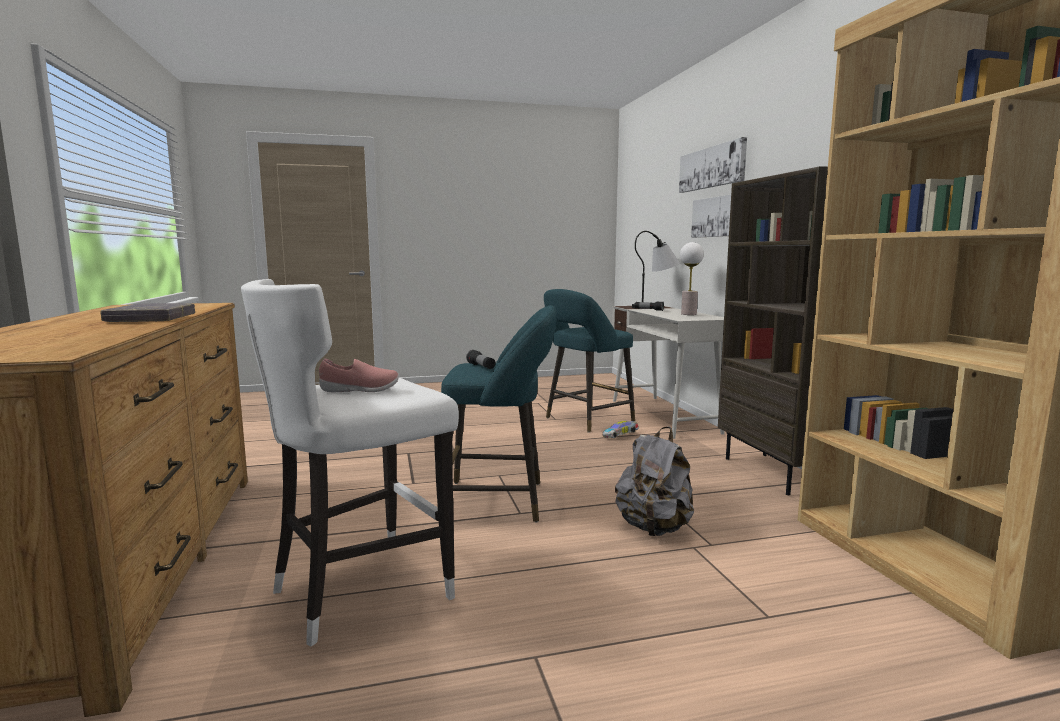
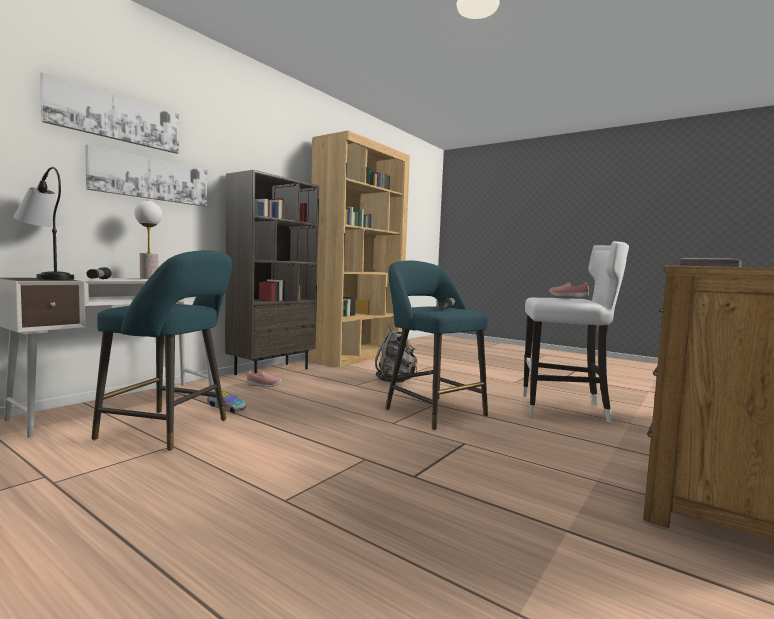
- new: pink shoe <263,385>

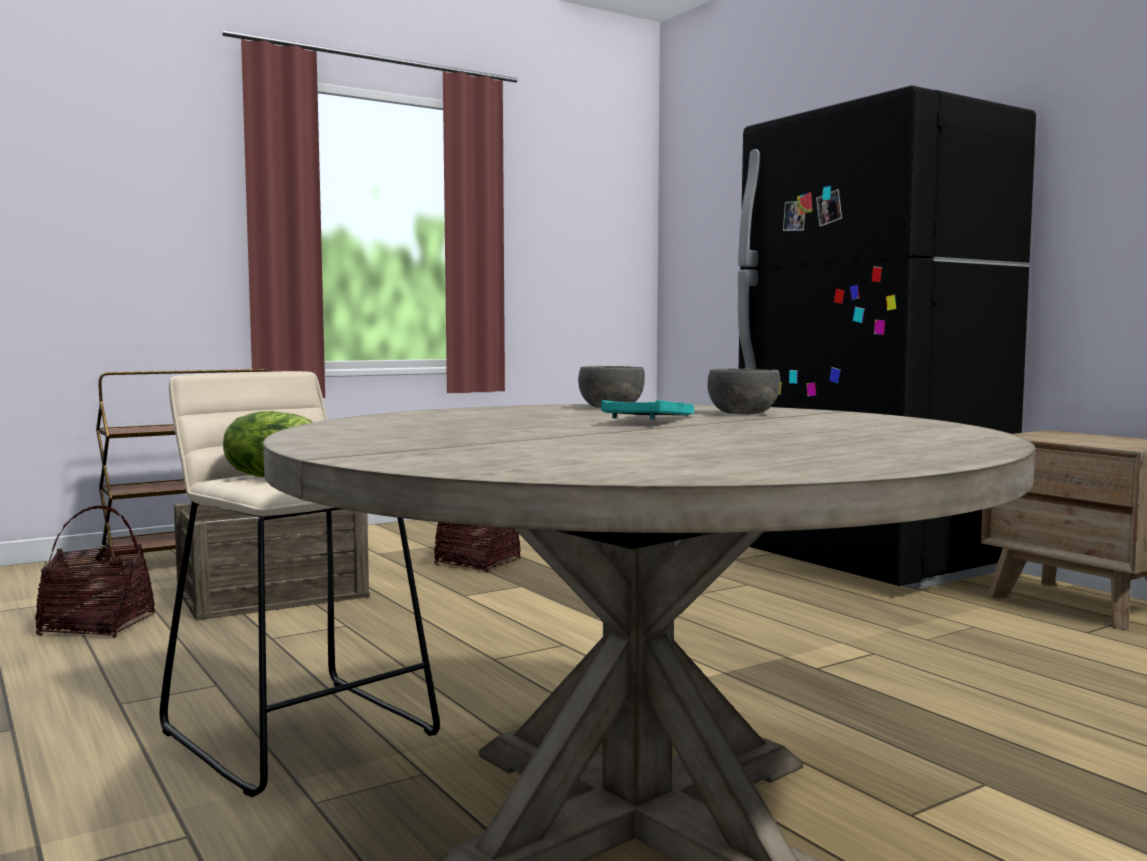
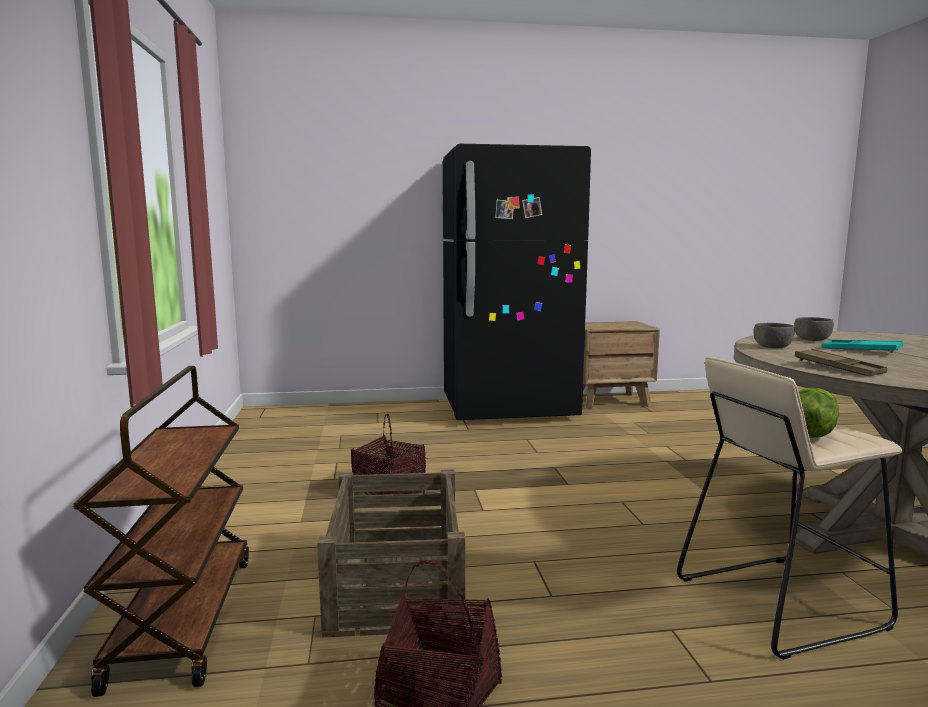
- new: brown tray <838,368>

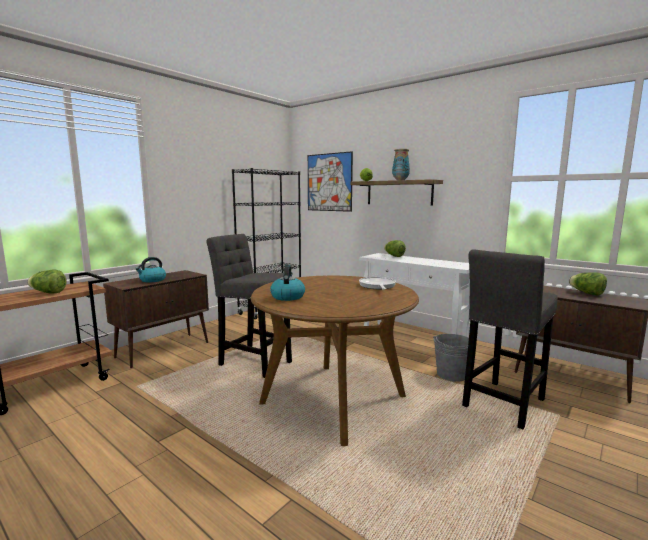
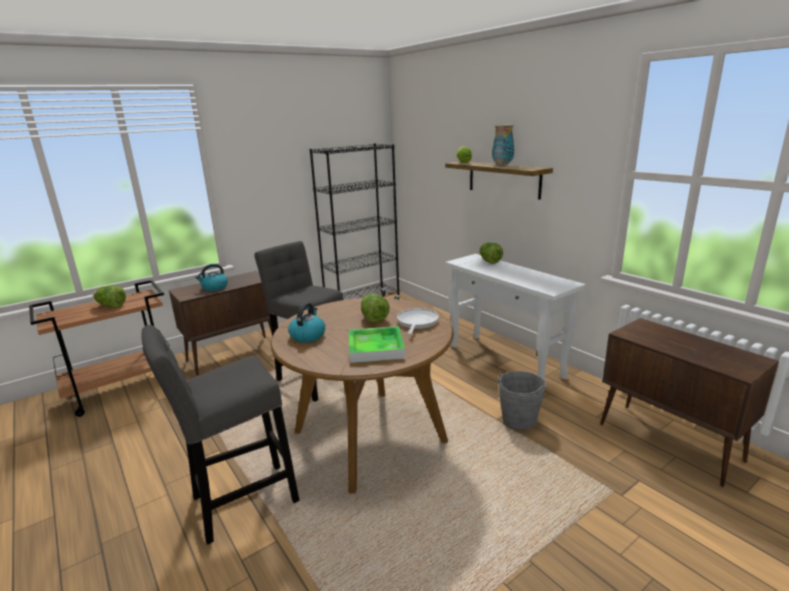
- shifted: grey stool <502,405> to <239,503>
- new: tray <376,348>
- shifted: lettuce <586,293> to <373,318>
- gone: picture <329,182>

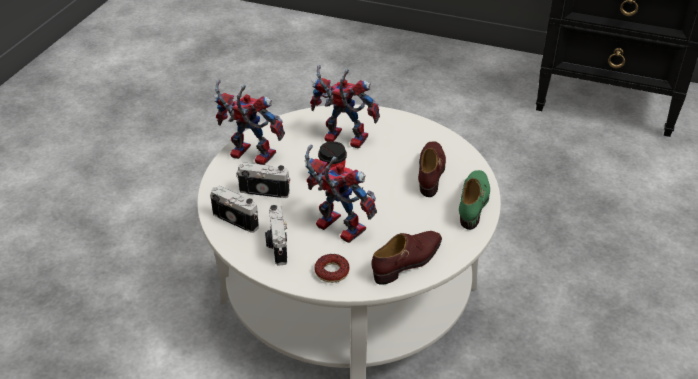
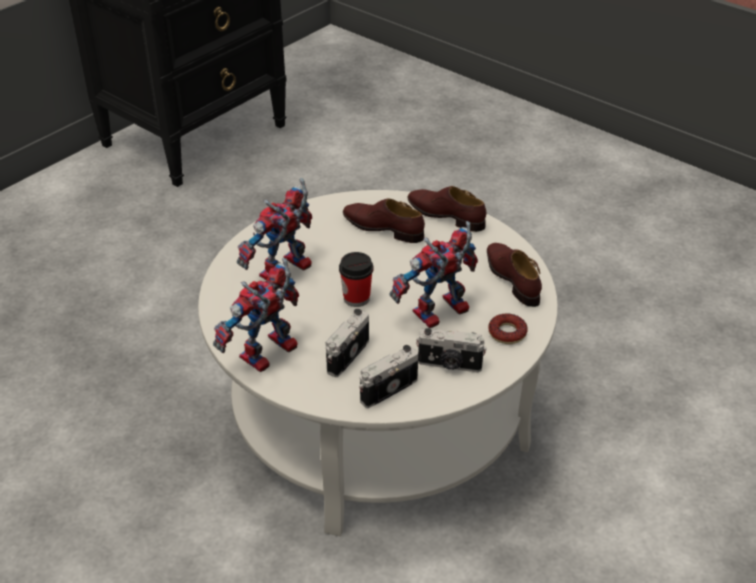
- repainted: green shoe <473,203> to brown shoe <446,215>

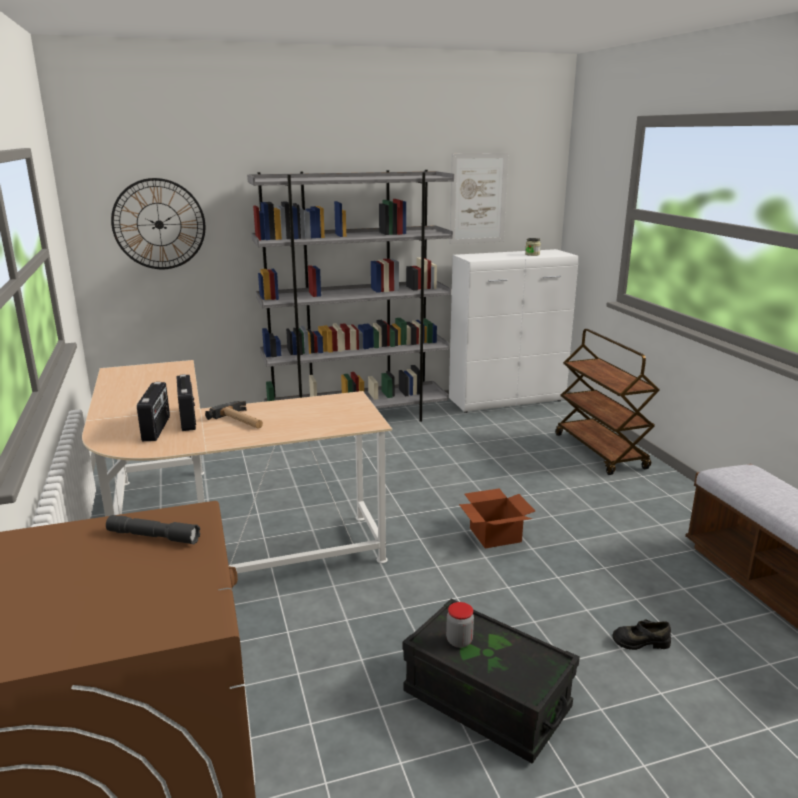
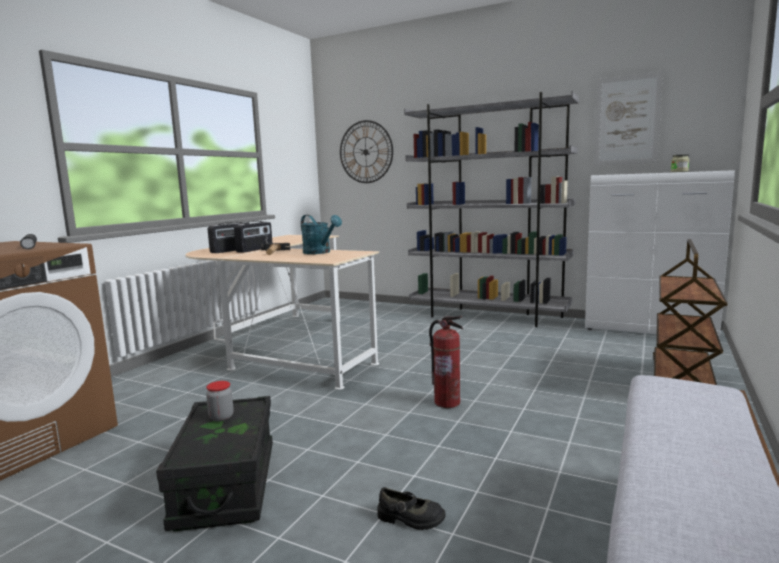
- new: turquoise watering can <320,252>
- rotated: black shoe <640,641> = <410,519> 150 degrees clockwise
- swapped: cardboard box <495,534> to fire extinguisher <447,402>

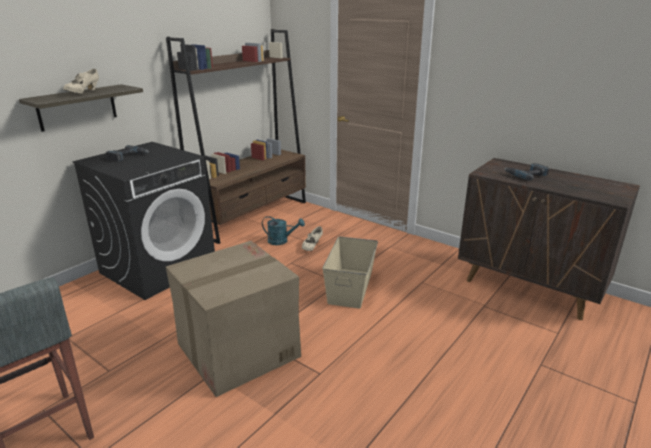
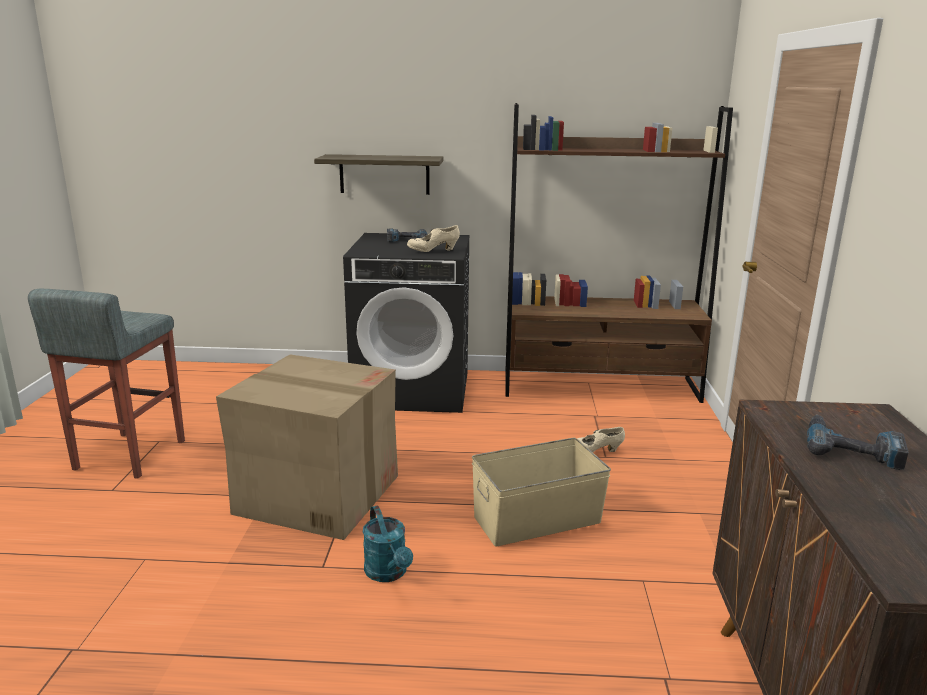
- shifted: turquoise watering can <281,241> to <388,573>
- shifted: beige shoe <83,92> to <433,251>

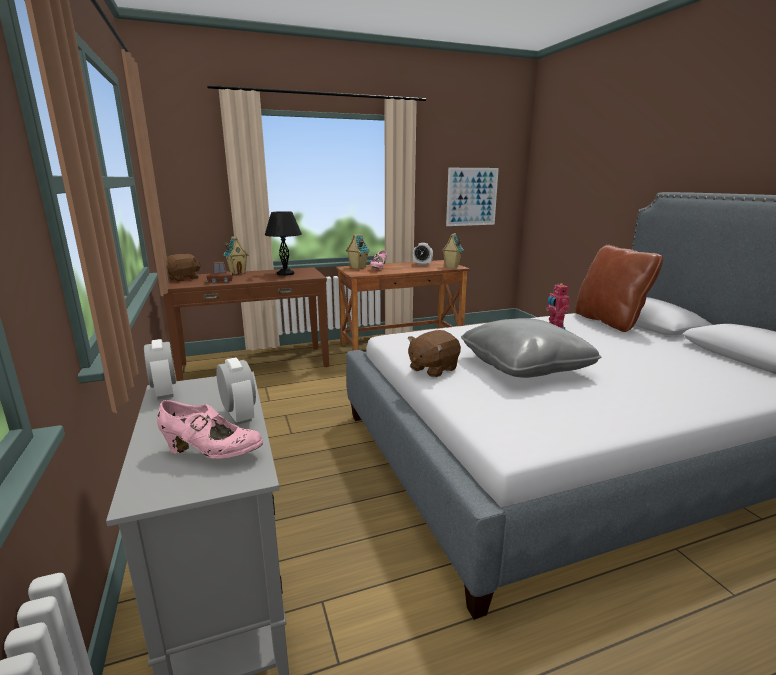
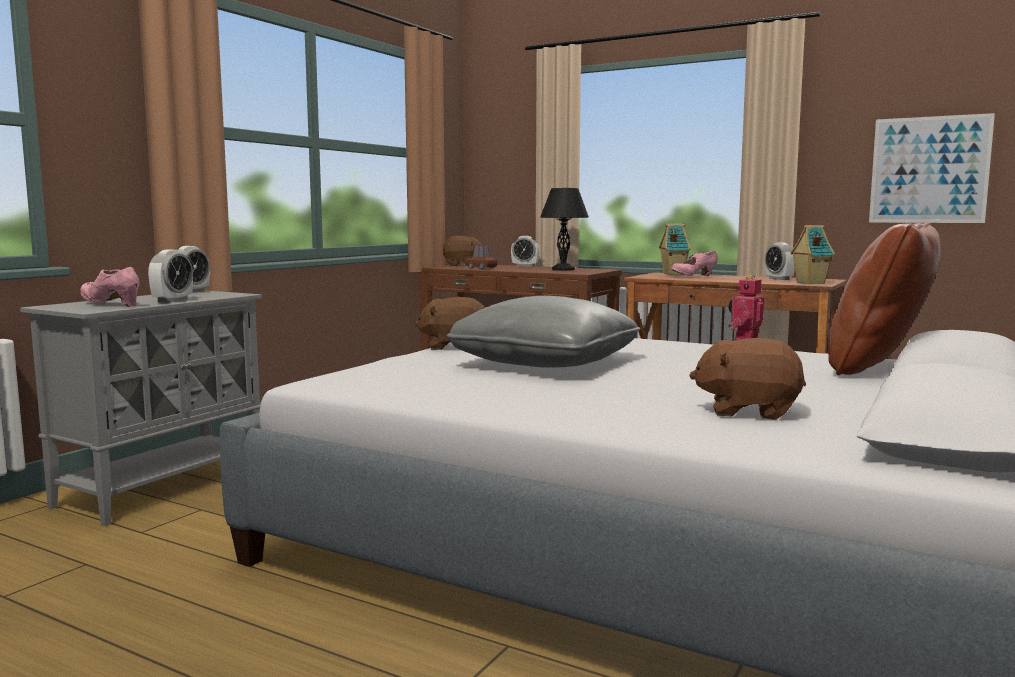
- rotated: pink shoe <212,453> = <111,305> 150 degrees clockwise
- swapped: toy house <238,272> to alarm clock <525,266>
- new: brown plush toy <748,411>

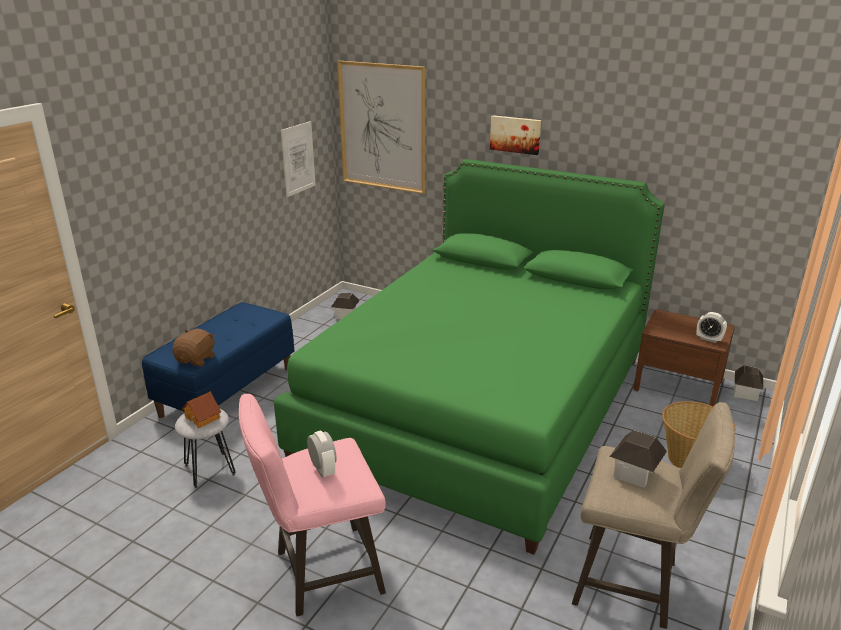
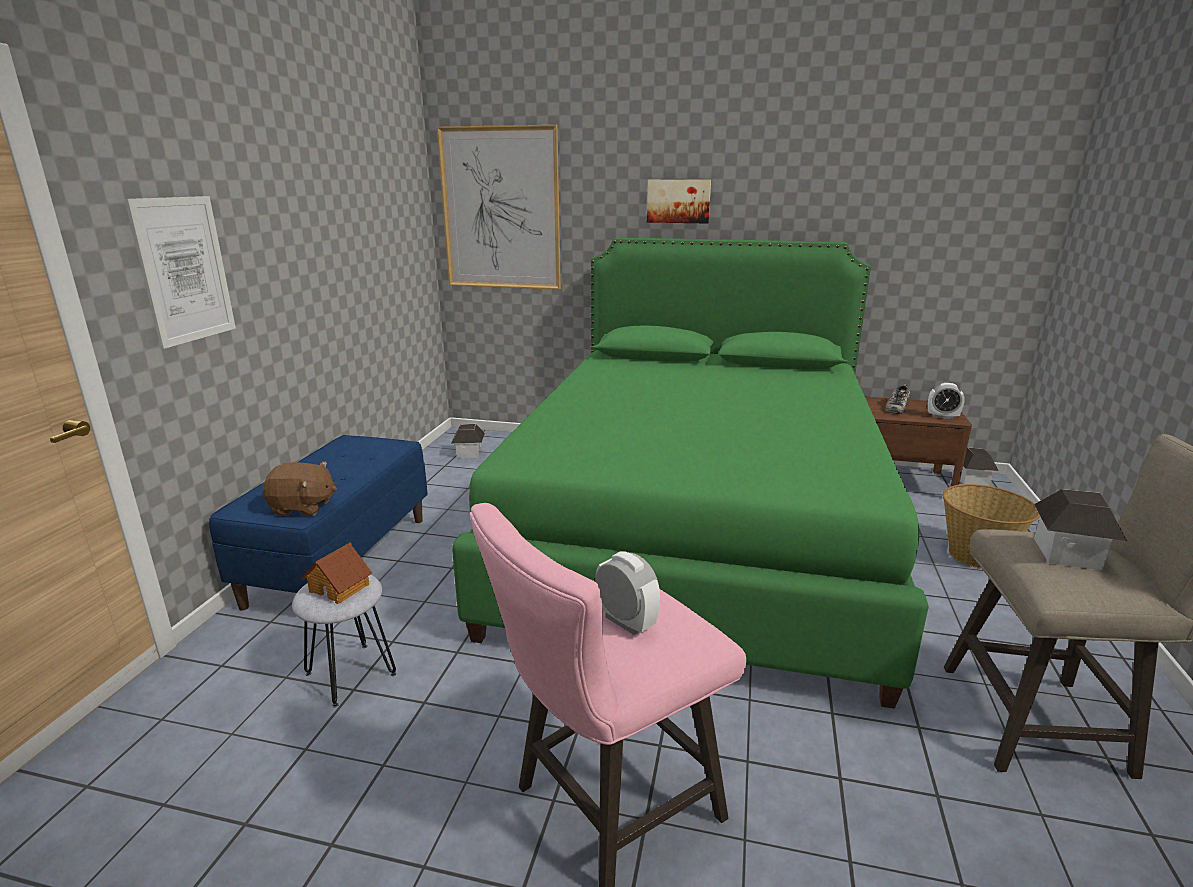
- shifted: picture <298,158> to <184,270>
- rotated: brown plush toy <196,359> = <303,507> 90 degrees clockwise
- new: shoe <896,407>

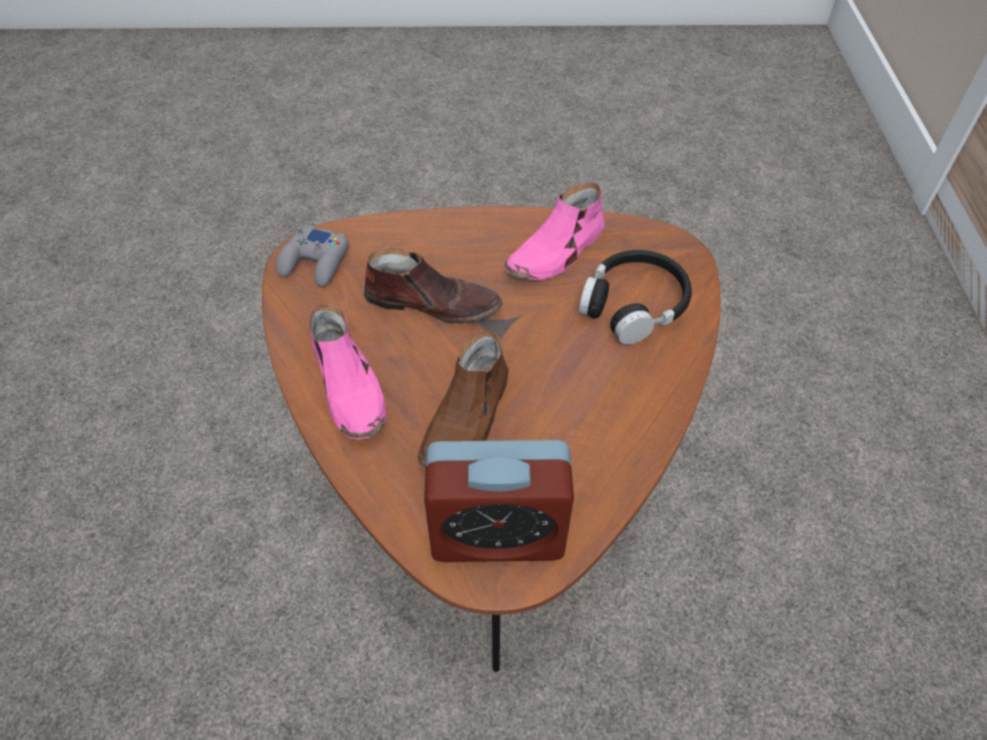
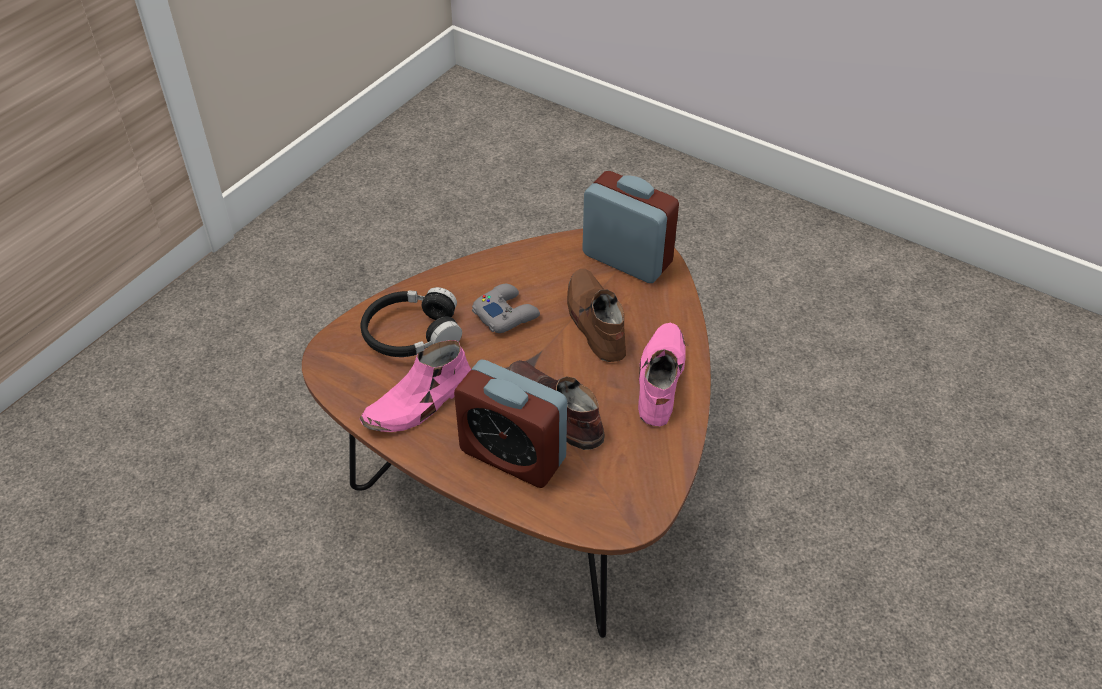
- rotated: pink shoe <556,252> = <419,403> 150 degrees clockwise
- new: alarm clock <512,455>
- shifted: grey game controller <315,263> to <506,314>
- rotated: brown shoe <467,418> = <594,321> 75 degrees counterclockwise

